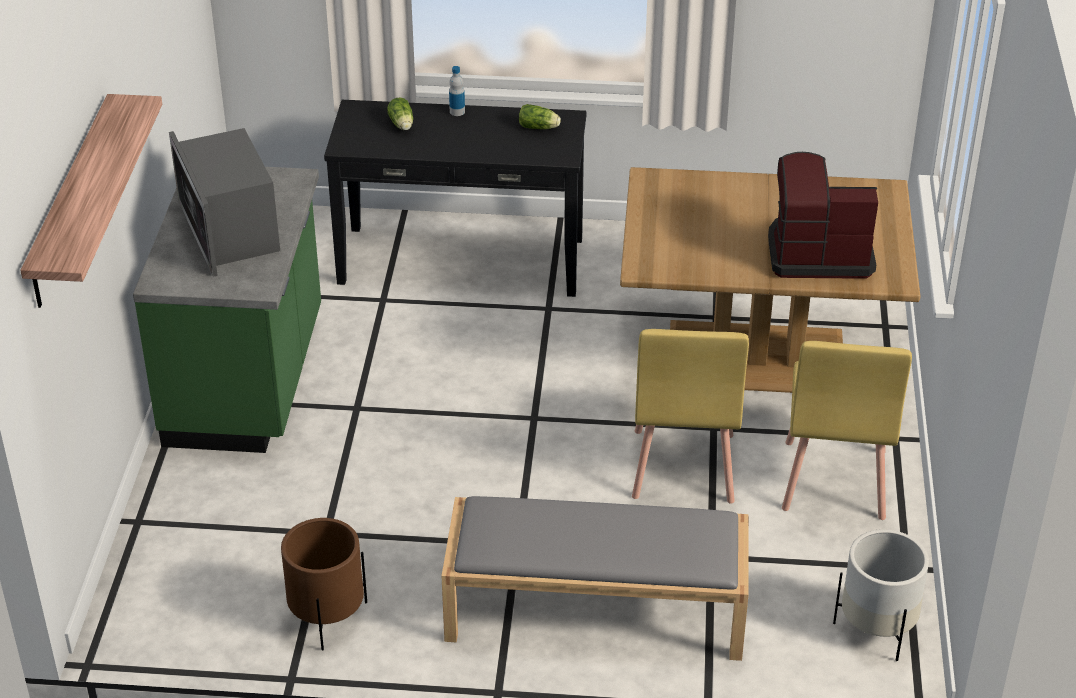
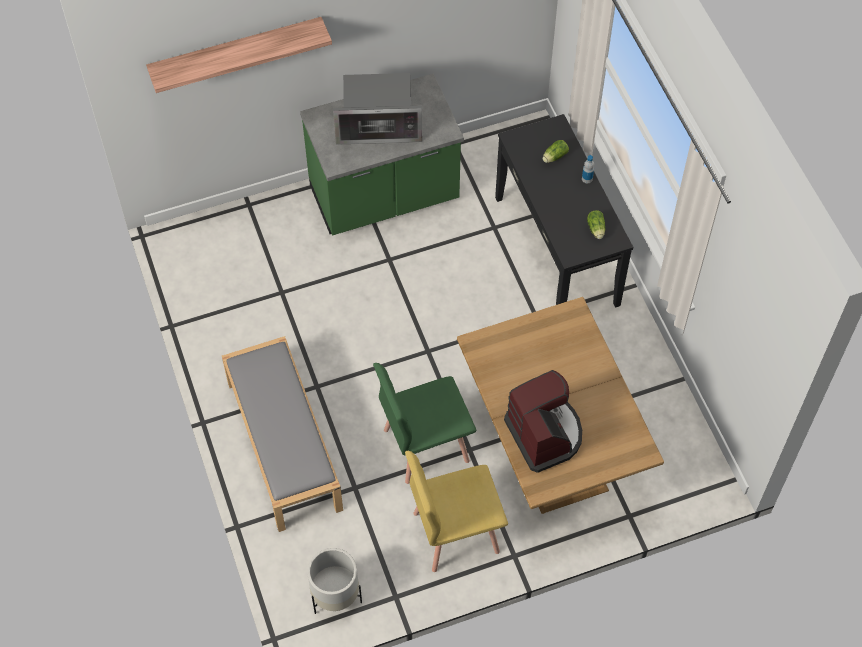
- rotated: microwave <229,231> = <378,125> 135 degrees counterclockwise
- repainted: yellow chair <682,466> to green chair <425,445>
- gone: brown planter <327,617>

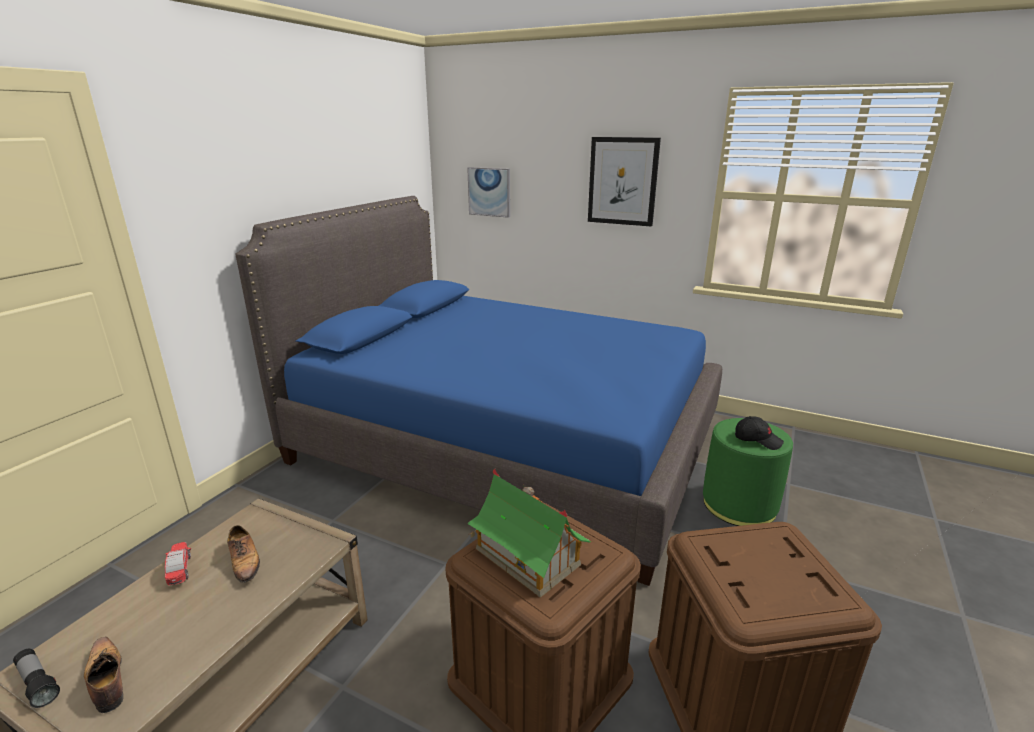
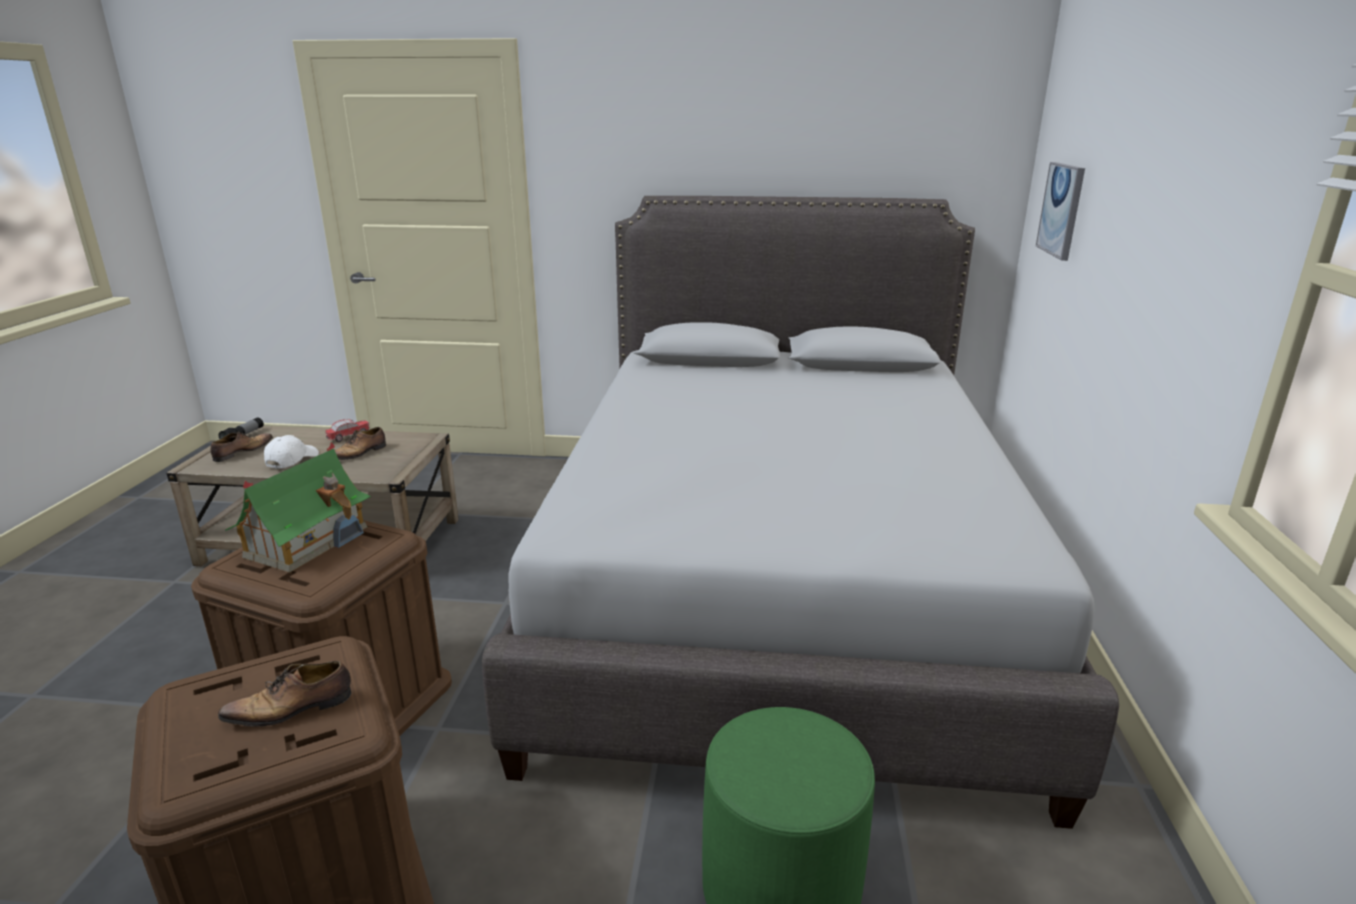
- new: shoe <292,709>
- new: white cap <292,460>
- repainted: blue bed <506,443> to grey bed <779,585>
- gone: picture <623,181>
- gone: black cap <757,440>

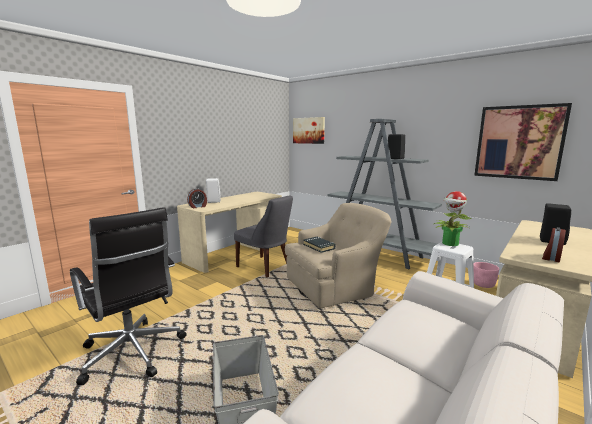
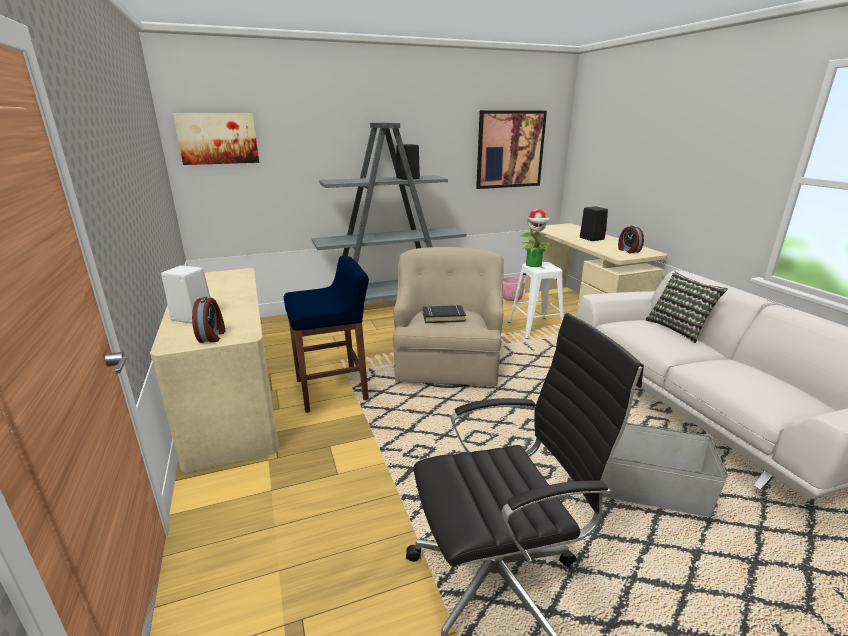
- swapped: grey chair <265,267> to blue stool <333,390>
- new: pillow <678,328>

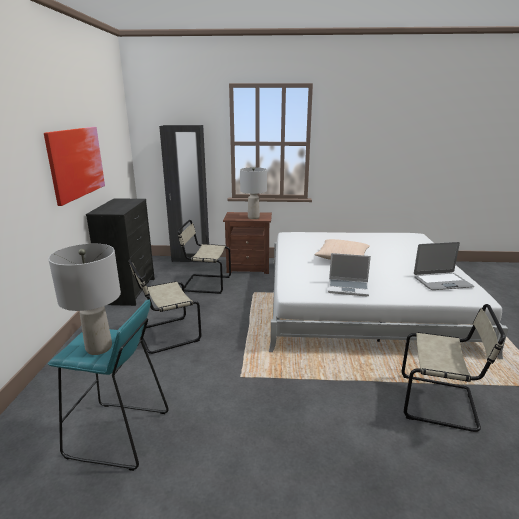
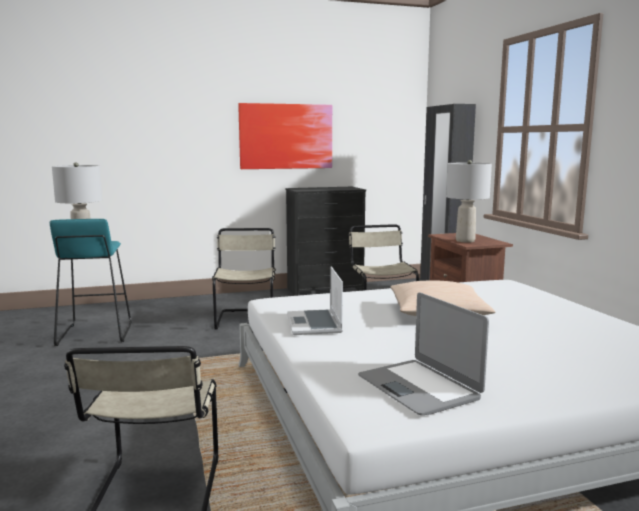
- rotated: beige chair <165,335> = <246,319> 45 degrees clockwise

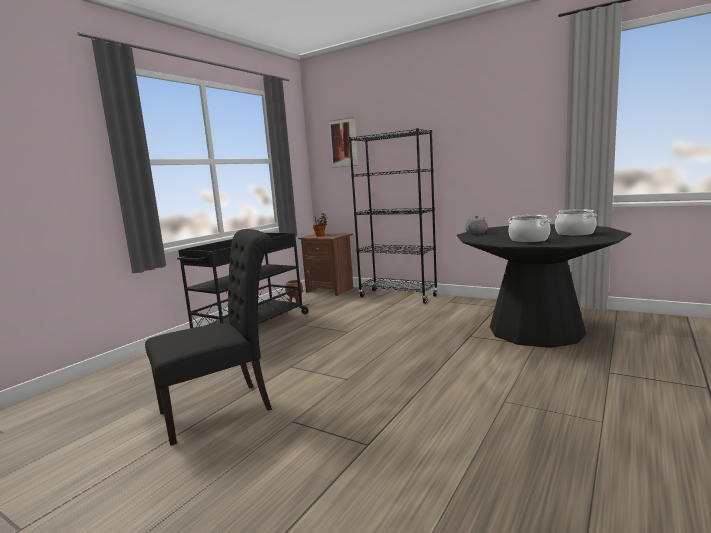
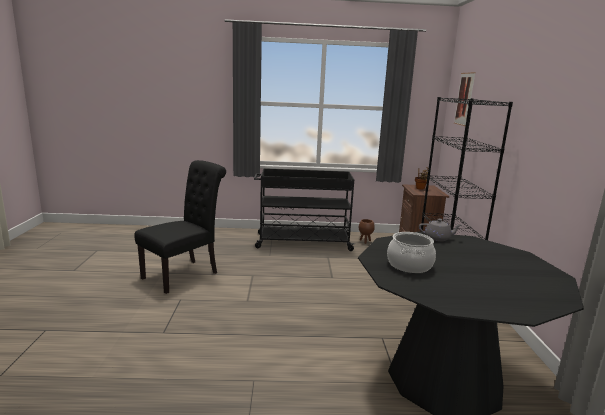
- rotated: black chair <223,409> = <184,274> 75 degrees counterclockwise
- gone: cooking pot <574,233>

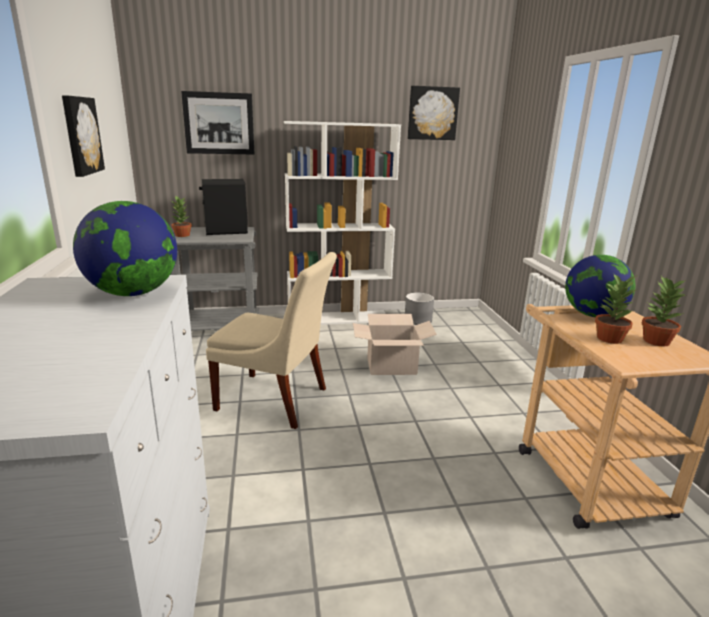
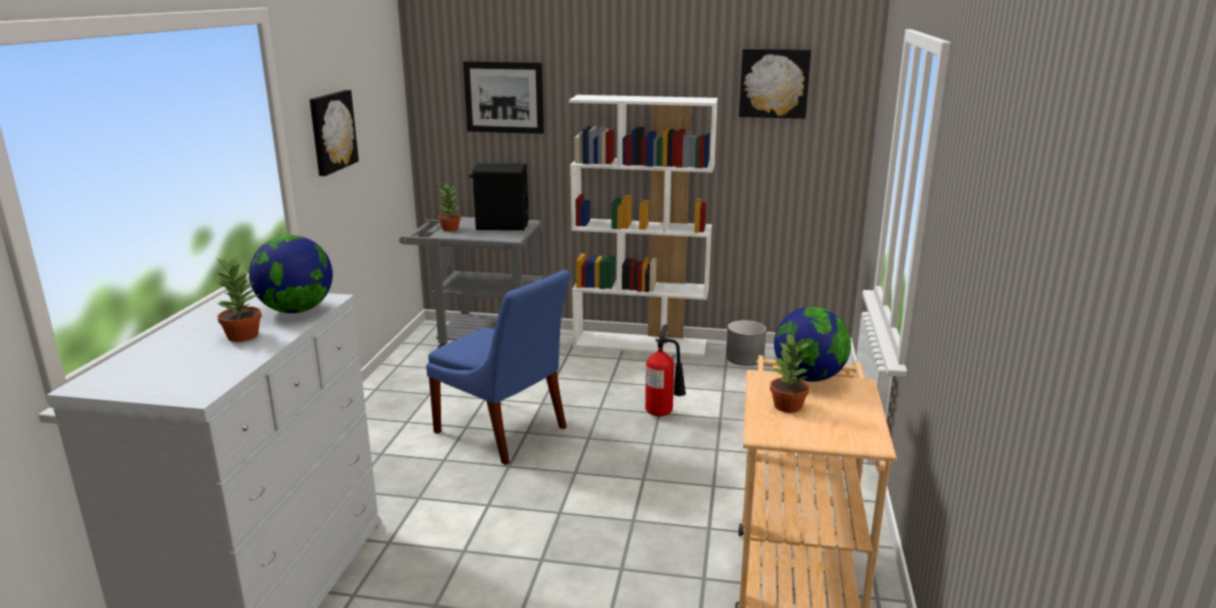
- shifted: potted plant <655,341> to <243,335>
- repainted: beige chair <276,400> to blue chair <504,432>
- swapped: cardboard box <391,366> to fire extinguisher <663,412>

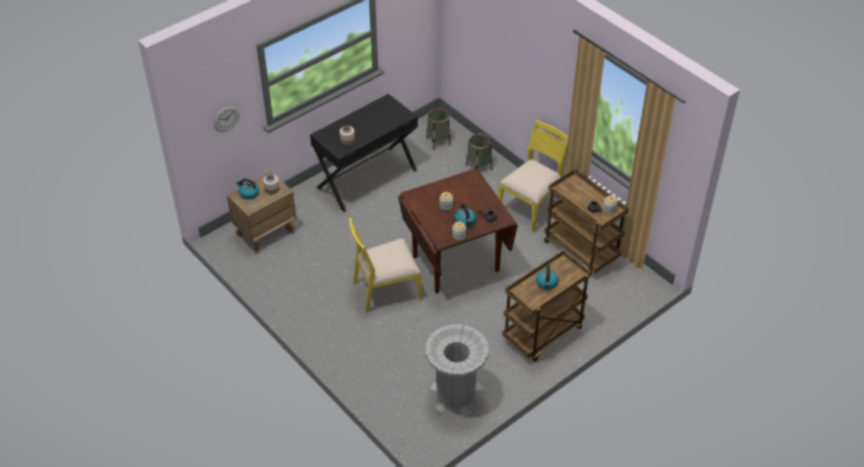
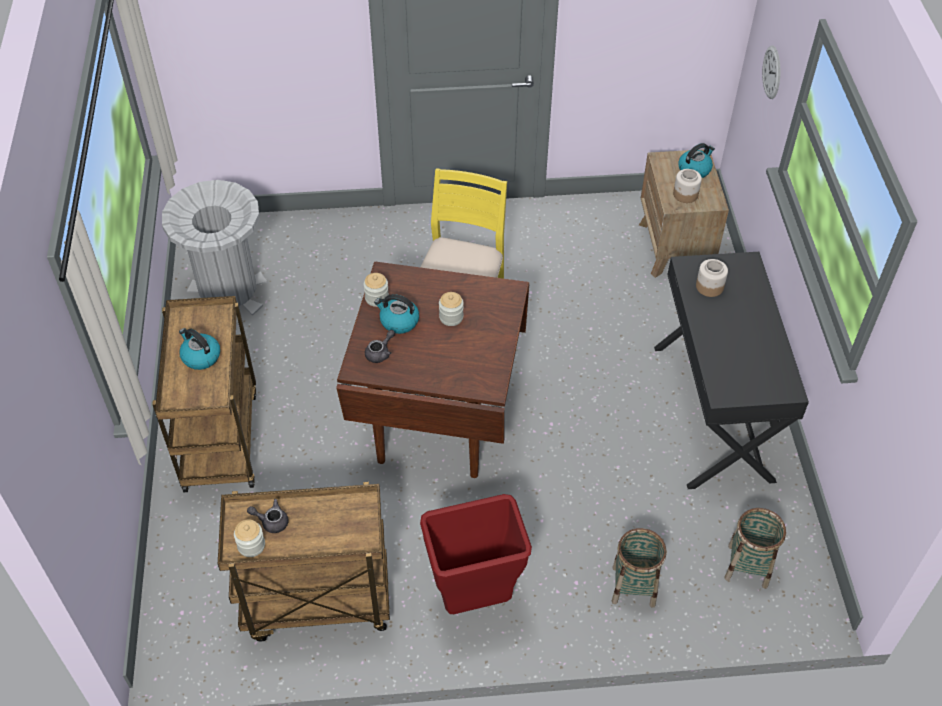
- swapped: yellow chair <531,206> to red trash can <474,600>

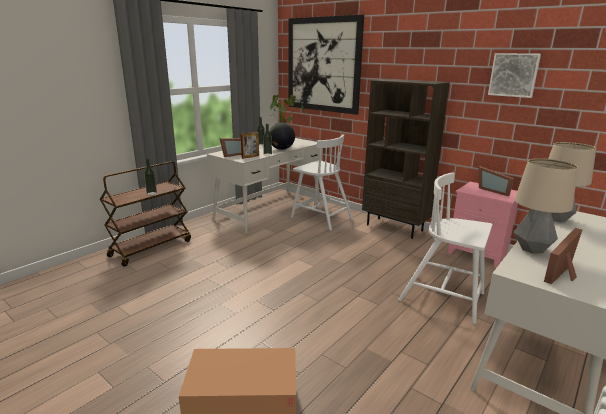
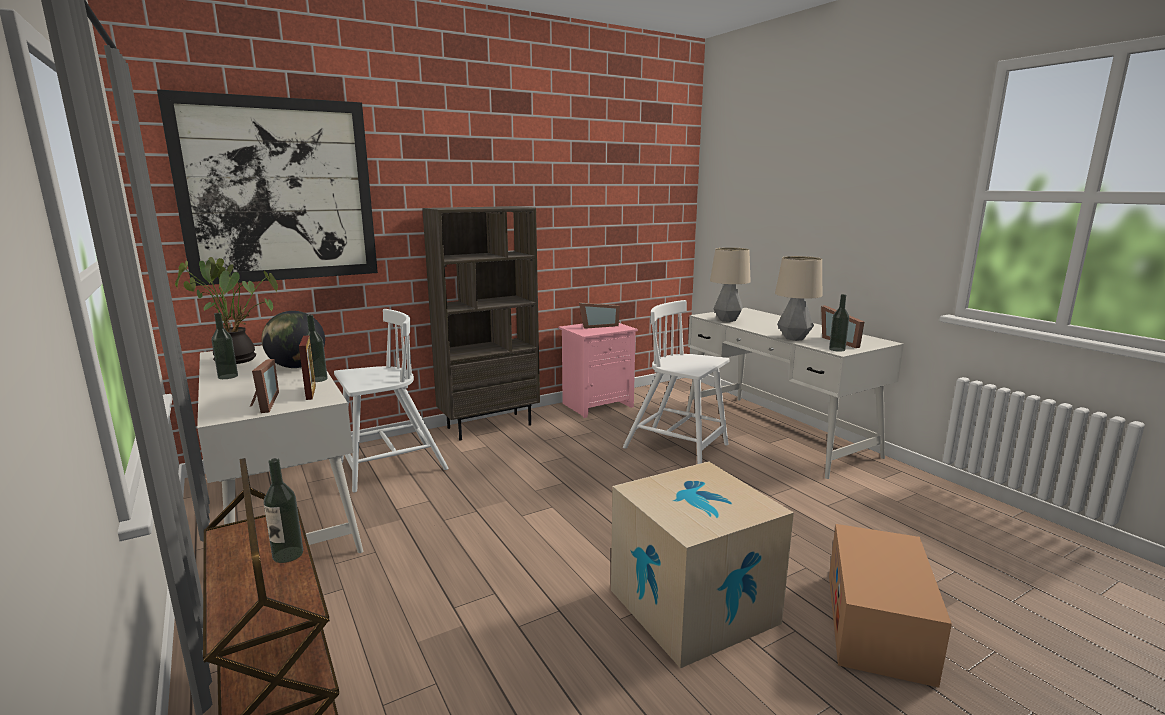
- new: cardboard box <693,606>
- rotated: white chair <443,297> = <677,447> 75 degrees clockwise
- new: bottle <837,349>
- gone: picture <513,75>

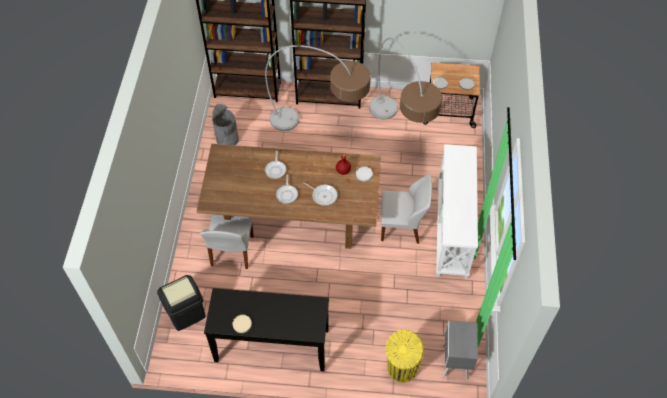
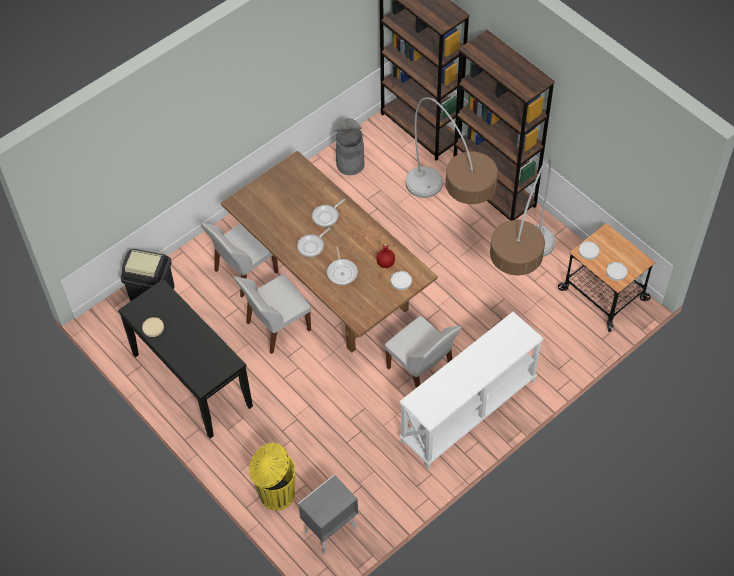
- new: white chair <276,327>

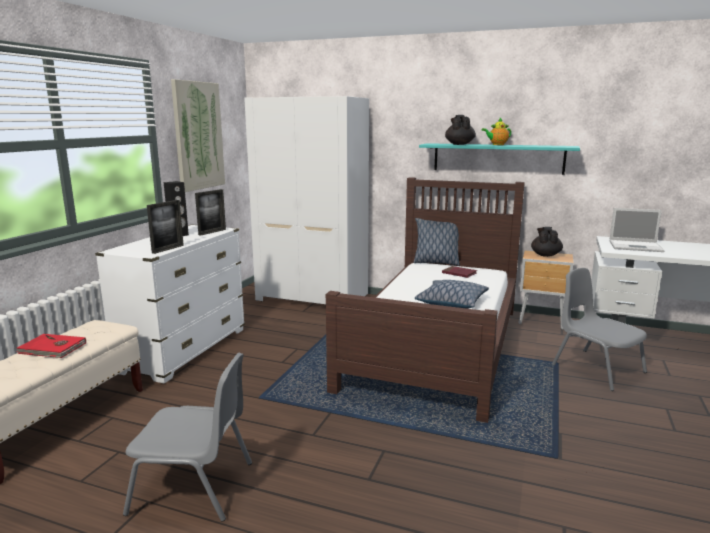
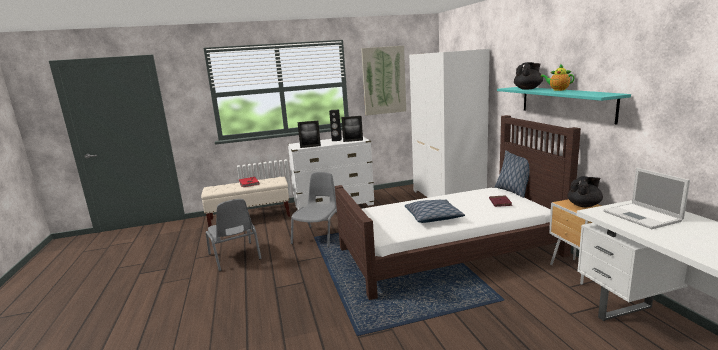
- shifted: grey chair <596,368> to <319,236>

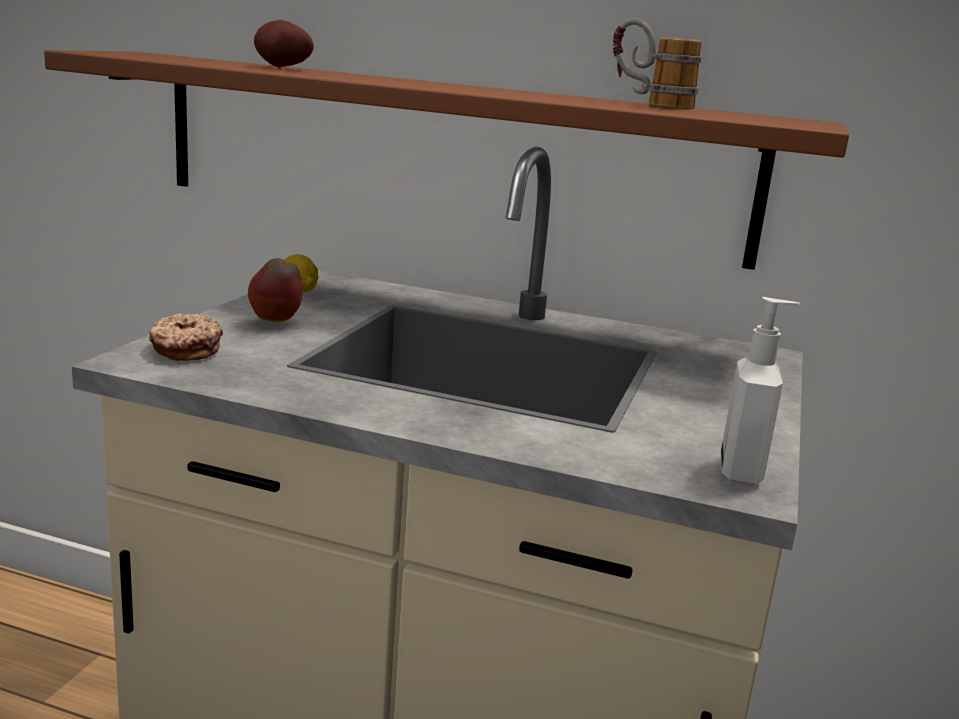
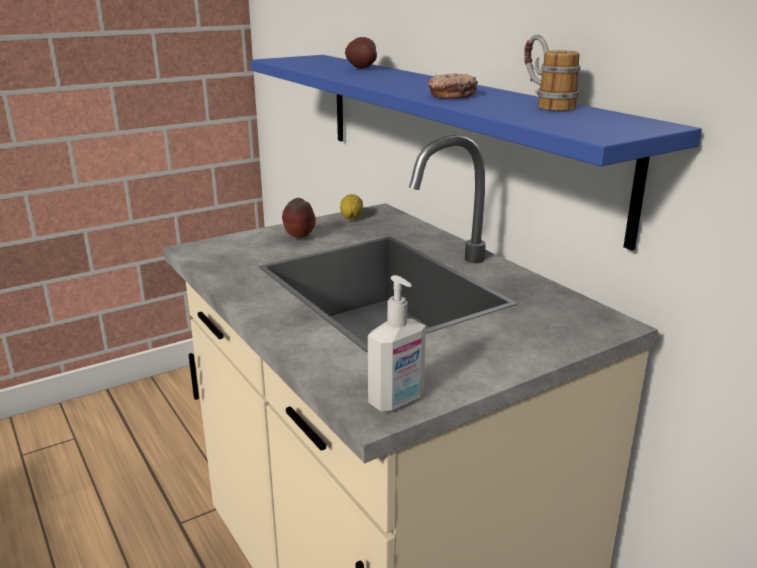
- repainted: brown shelf <445,154> to blue shelf <453,132>
- shifted: donut <184,349> to <451,95>

